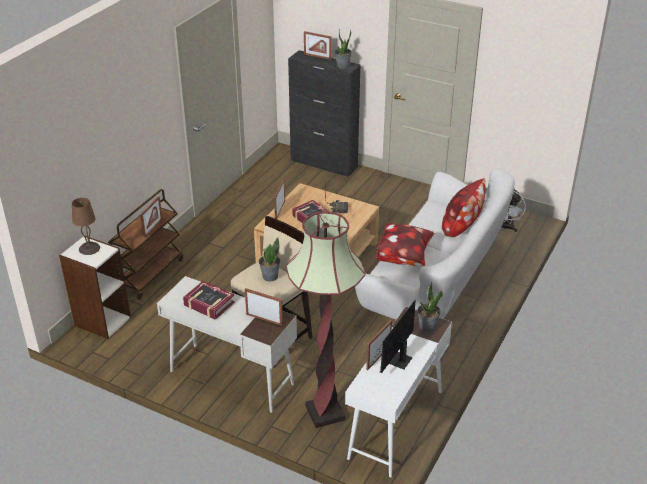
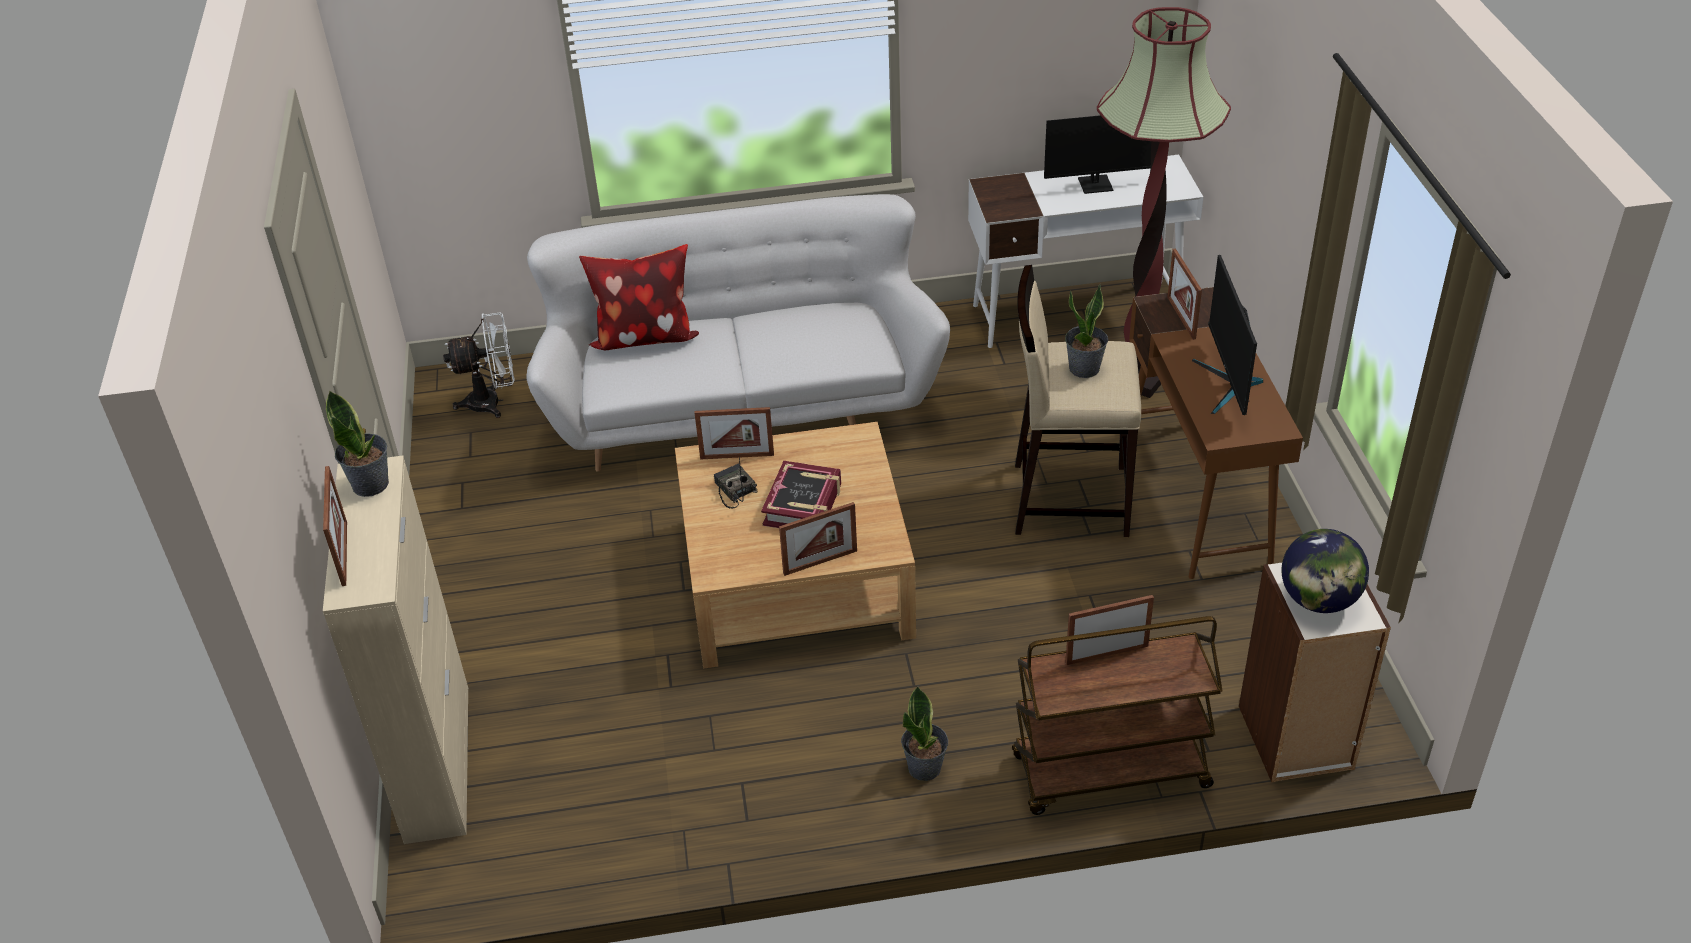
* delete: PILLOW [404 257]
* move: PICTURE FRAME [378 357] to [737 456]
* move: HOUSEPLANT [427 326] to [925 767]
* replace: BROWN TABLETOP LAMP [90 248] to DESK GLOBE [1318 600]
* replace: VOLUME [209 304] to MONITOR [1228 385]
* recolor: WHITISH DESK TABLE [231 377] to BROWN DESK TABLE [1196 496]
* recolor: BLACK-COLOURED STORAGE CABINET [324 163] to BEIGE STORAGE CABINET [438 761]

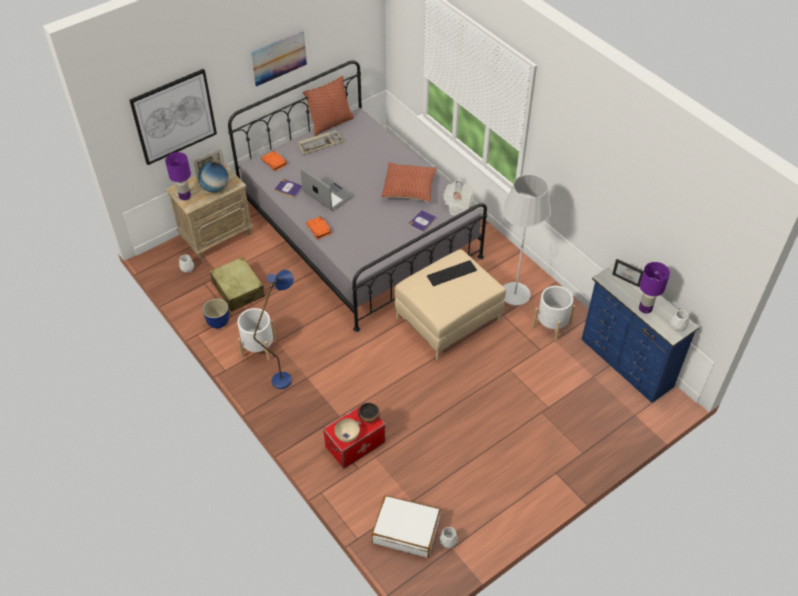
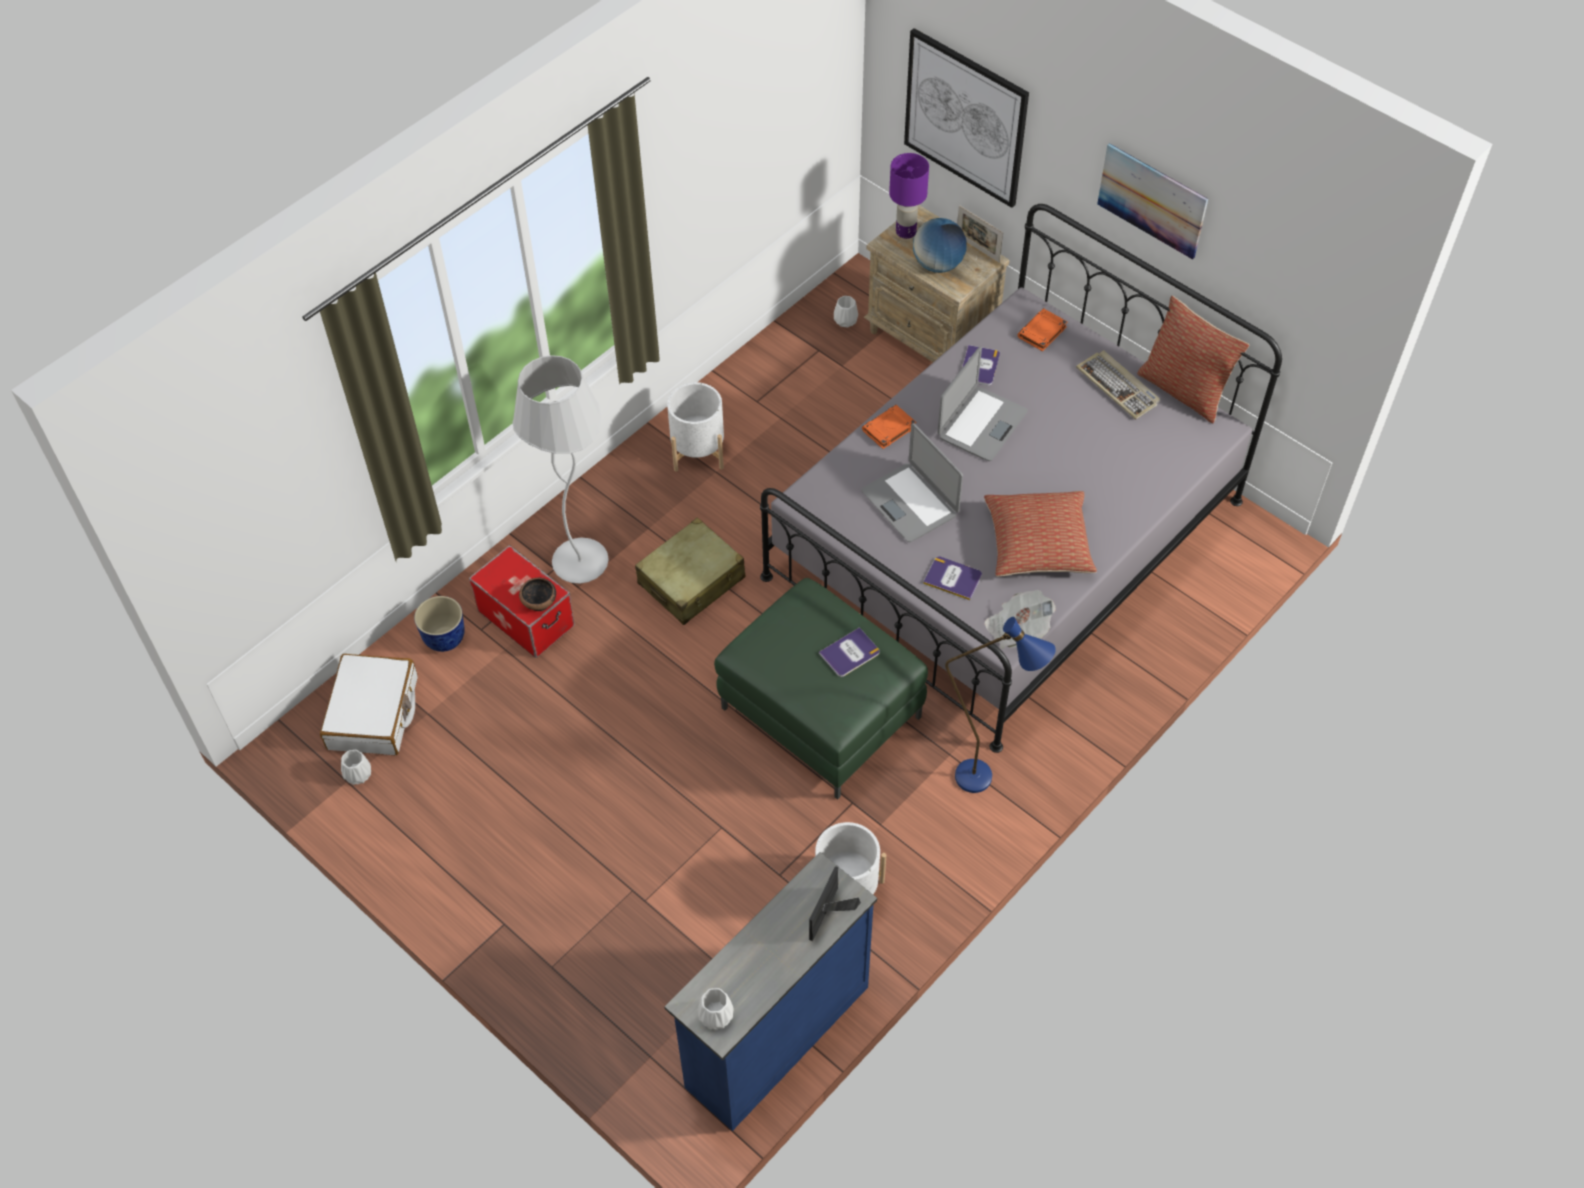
* delete: BEIGE BOWL [347 435]
* delete: PURPLISH TABLETOP LAMP [645 308]
* insert: LAPTOP [910 503]
* move: PLANT POT [218 322] to [445 638]
* move: BEIGE SUITCASE [238 289] to [692 581]
* move: BLUE-COLOURED STANDARD LAMP [286 375] to [987 781]
* move: WHITISH STANDARD LAMP [514 295] to [581 563]
* replace: KEYBOARD [451 272] to VOLUME [850 653]
* recolor: BEIGE FOOTREST [448 319] to GREENISH FOOTREST [821 712]

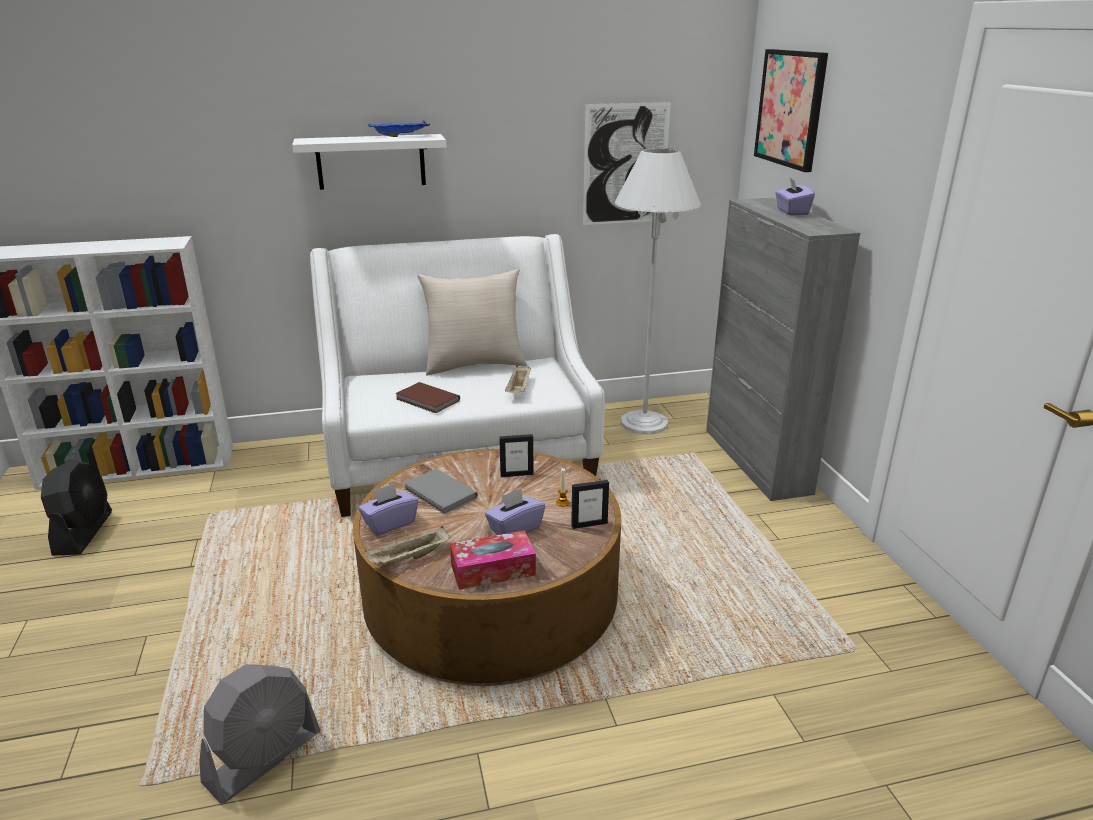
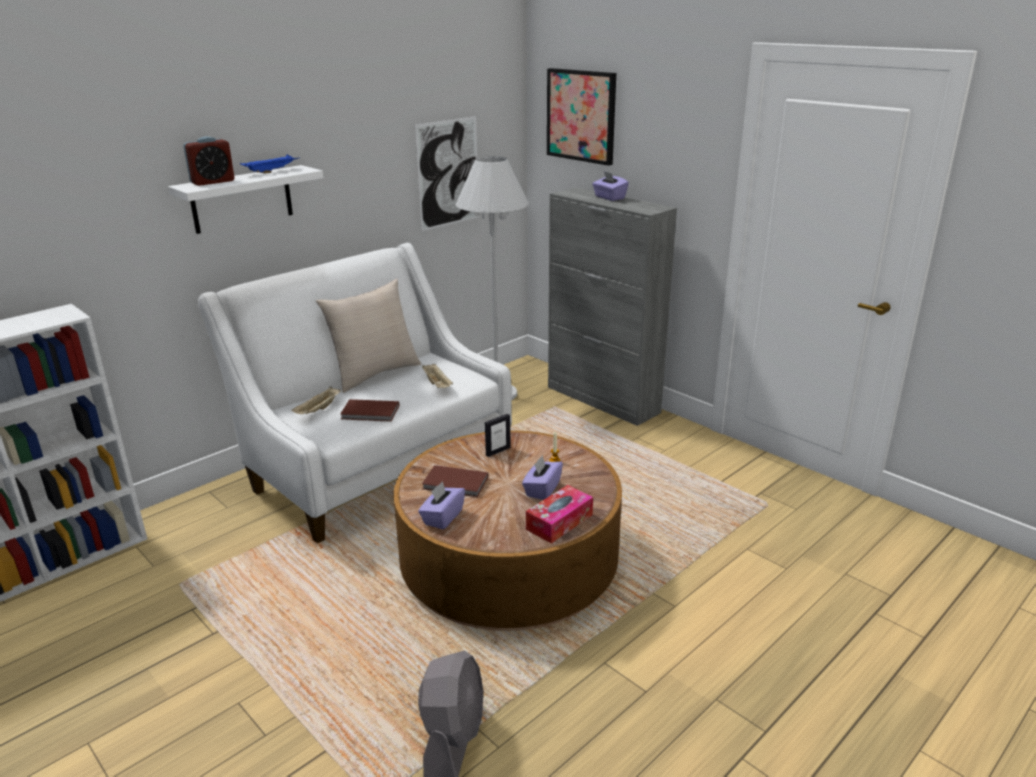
* delete: BLACK-COLOURED ELECTRIC FAN [84 533]
* delete: PICTURE FRAME [589 524]
* insert: TABLE CLOCK [212 182]
* move: BEIGE CARRYING TRAY [409 558] to [318 410]
* recolor: GREYISH VOLUME [439 494] to BROWN VOLUME [456 484]

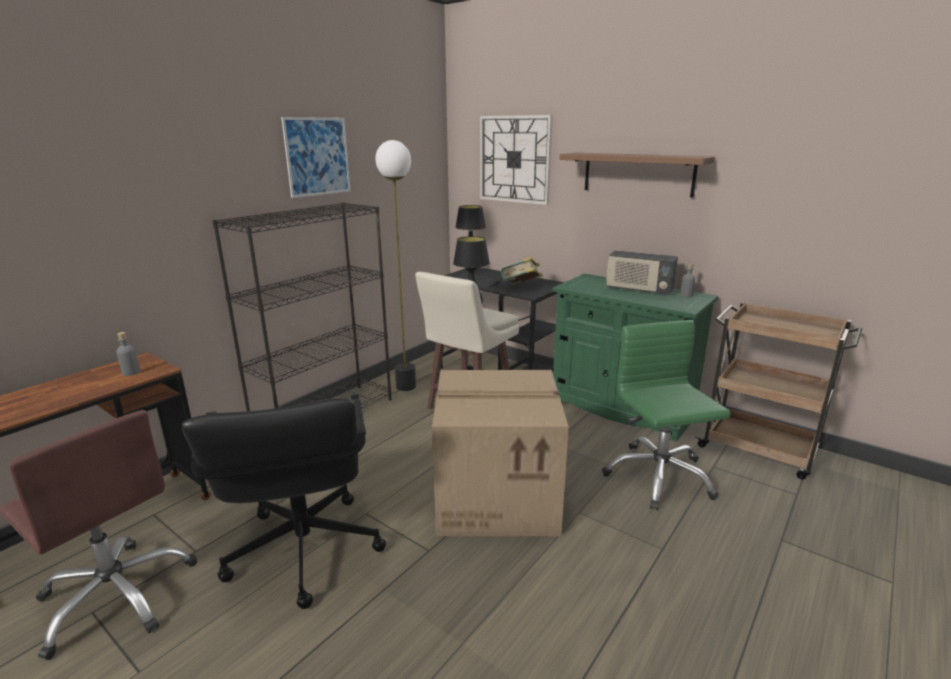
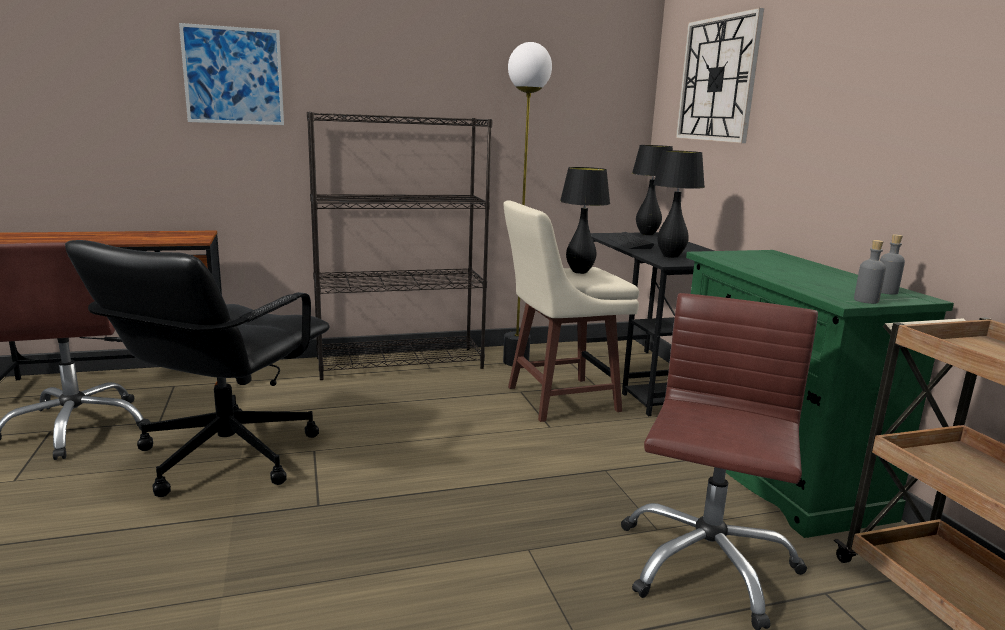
* delete: PACKING BOX [498 495]
* delete: BROWN SHELF [638 174]
* delete: RADIO RECEIVER [638 290]
* move: GREYISH BOTTLE [131 372] to [866 300]
* move: WALL ART [317 156] to [233 76]
* replace: VOLUME [521 288] to BLACK-COLOURED TABLETOP LAMP [670 256]
* recolor: GREENISH COMPUTER CHAIR [658 476] to BROWN COMPUTER CHAIR [705 563]

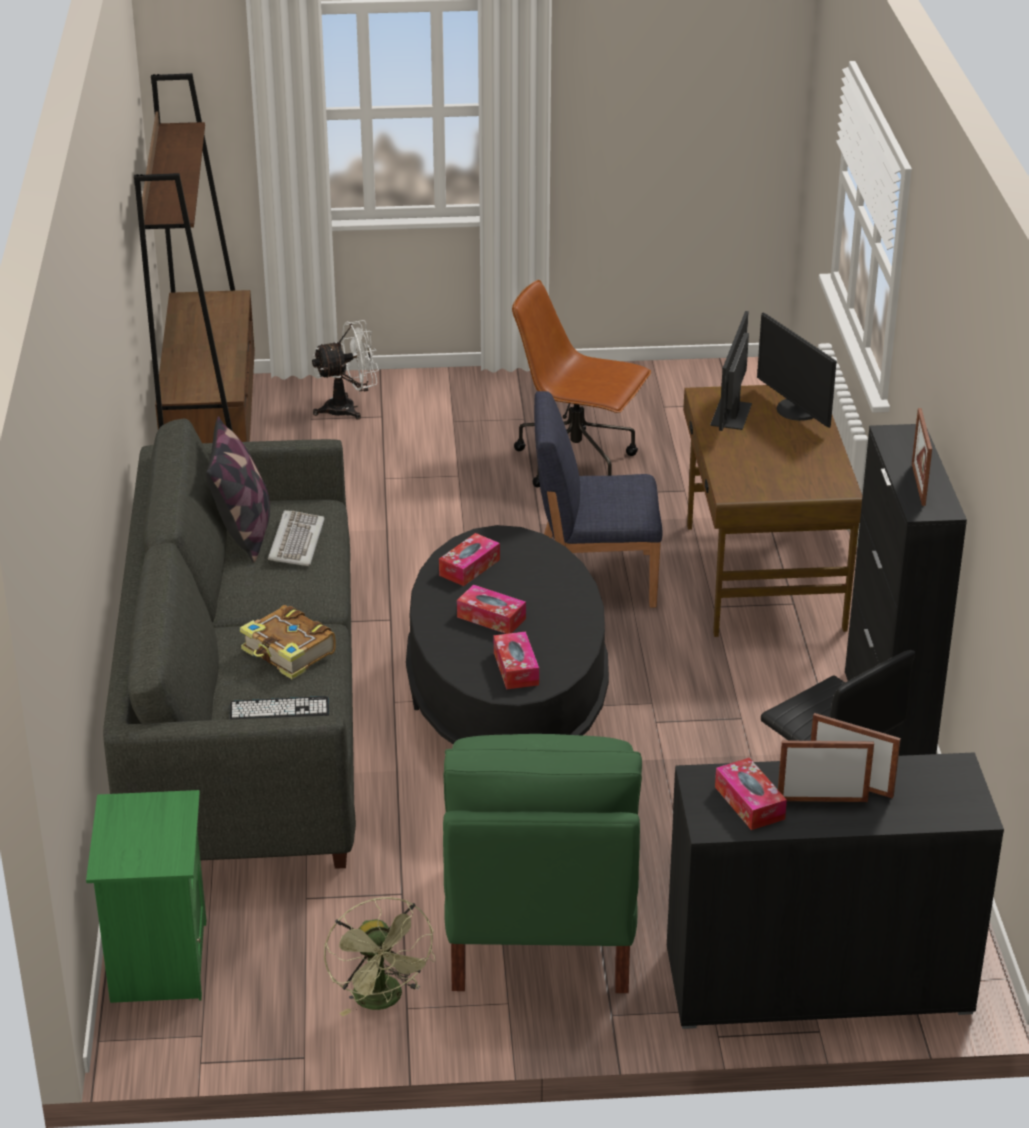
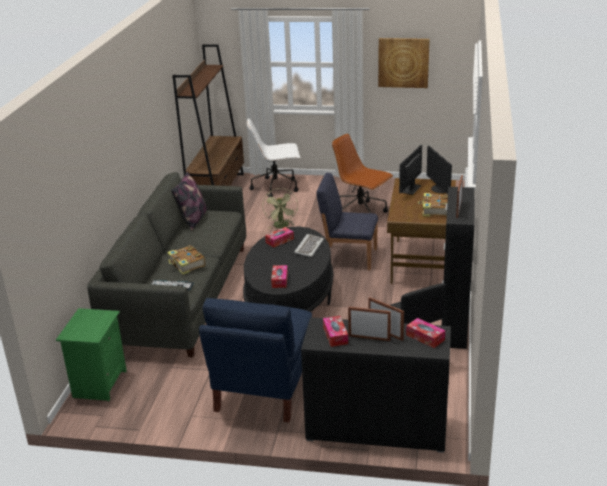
* insert: WALL ART [403 62]
* insert: VOLUME [434 210]
* move: KEYBOARD [295 541] to [308 247]
* move: GREENISH ELECTRIC FAN [383 1001] to [282 226]
* move: BOX OF TISSUES [491 618] to [425 337]
* replace: WHITISH ELECTRIC FAN [348 408] to WHITISH COMPUTER CHAIR [276 187]
* recolor: GREENISH LOUNGE CHAIR [540 925] to BLUE-COLOURED LOUNGE CHAIR [263 389]

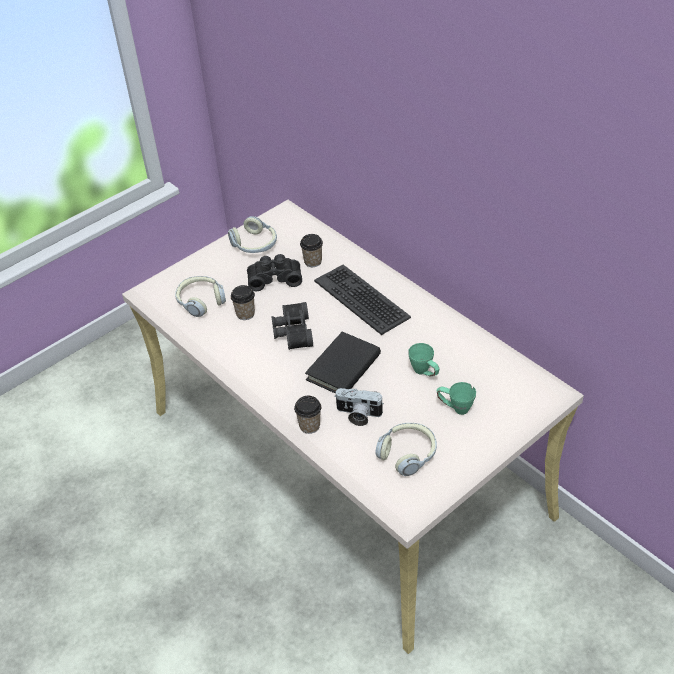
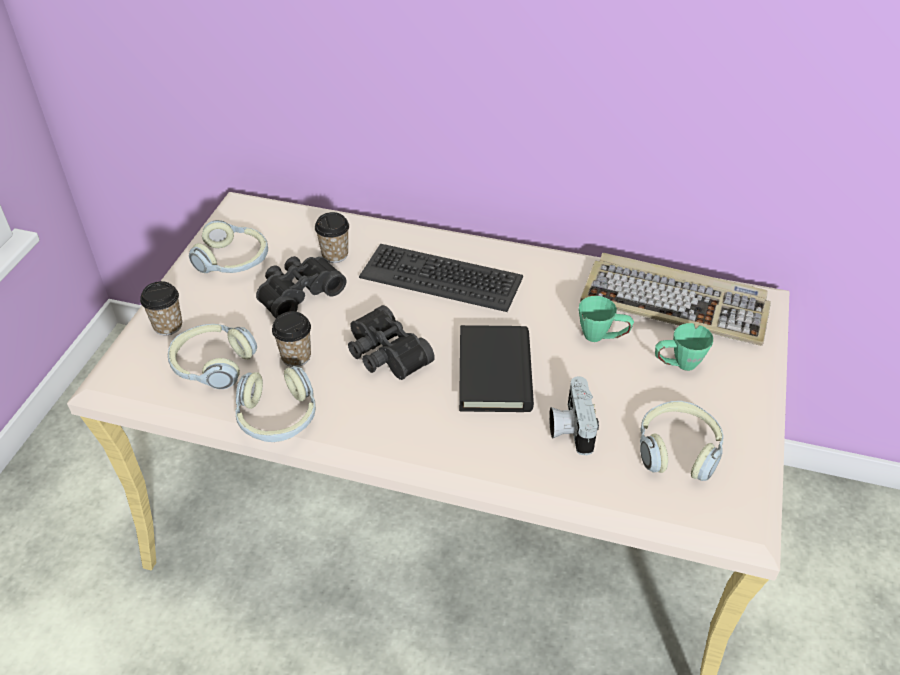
* insert: HEADSET [278 417]
* insert: KEYBOARD [676 303]
* move: CUP [309 426] to [168 326]
* rotate: PHOTO CAMERA [358 415] = [570 427] 105 degrees clockwise

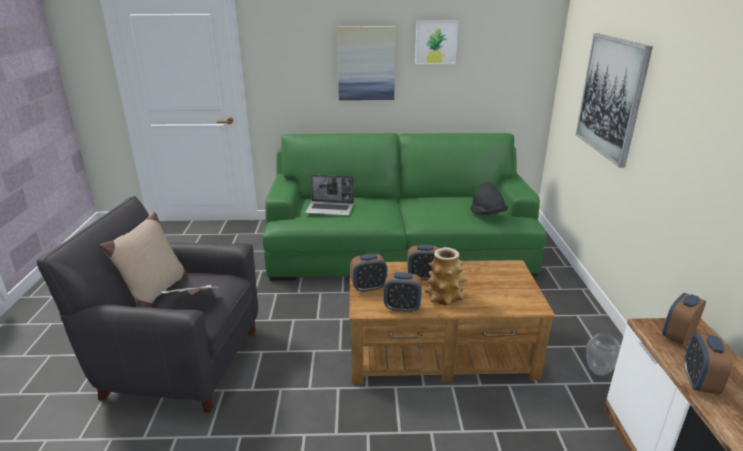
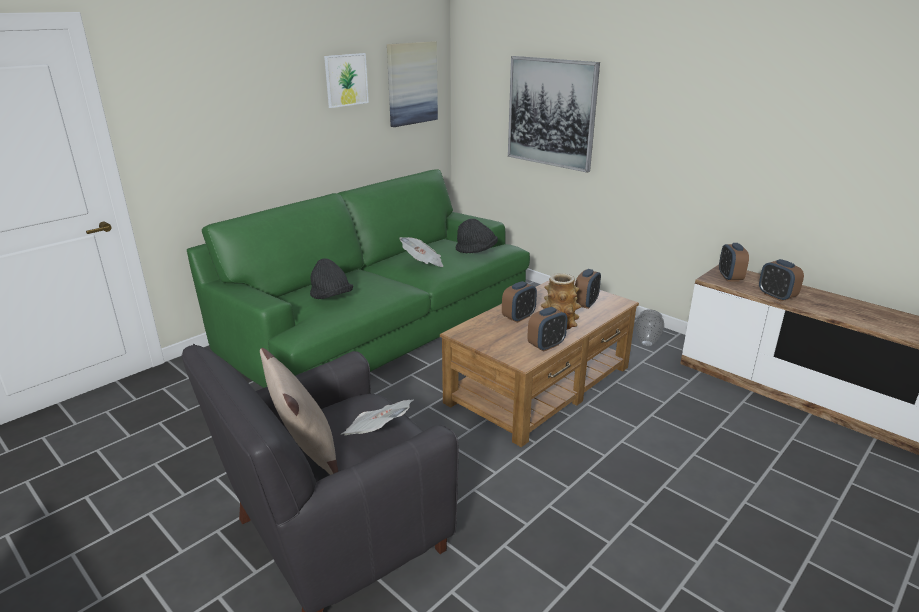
* insert: DAILY PAPER [423 263]
* move: WALL ART [366 63] to [411 83]
* move: TABLE CLOCK [368 287] to [586 303]
* replace: LAPTOP [330 209] to BLACK-COLOURED HAT [331 297]

